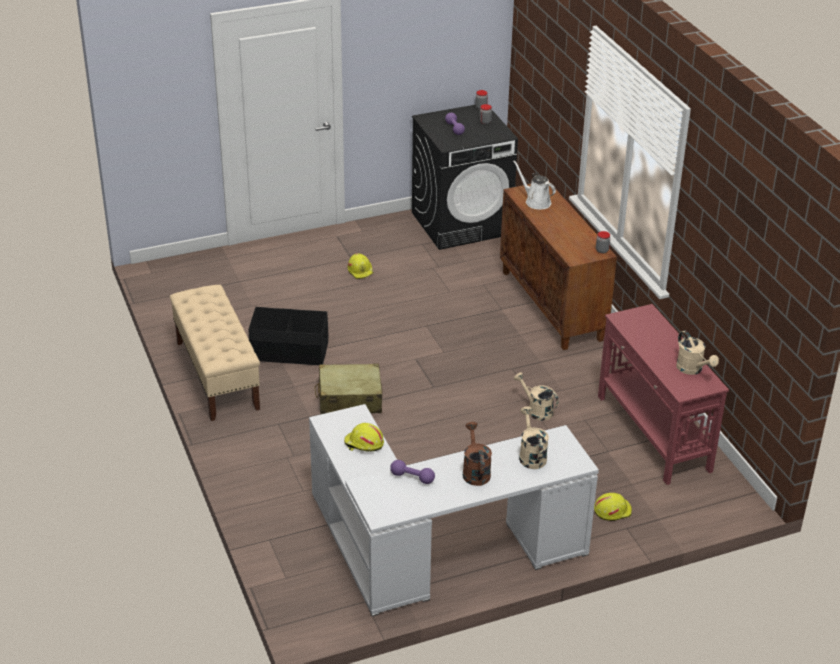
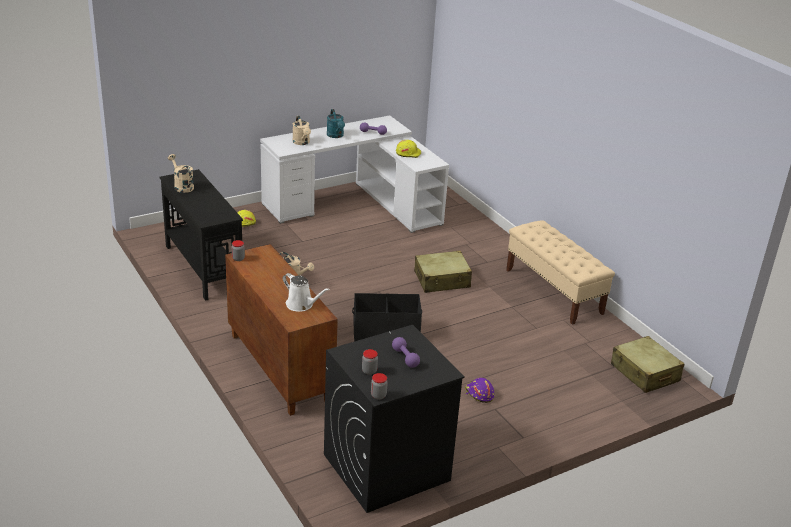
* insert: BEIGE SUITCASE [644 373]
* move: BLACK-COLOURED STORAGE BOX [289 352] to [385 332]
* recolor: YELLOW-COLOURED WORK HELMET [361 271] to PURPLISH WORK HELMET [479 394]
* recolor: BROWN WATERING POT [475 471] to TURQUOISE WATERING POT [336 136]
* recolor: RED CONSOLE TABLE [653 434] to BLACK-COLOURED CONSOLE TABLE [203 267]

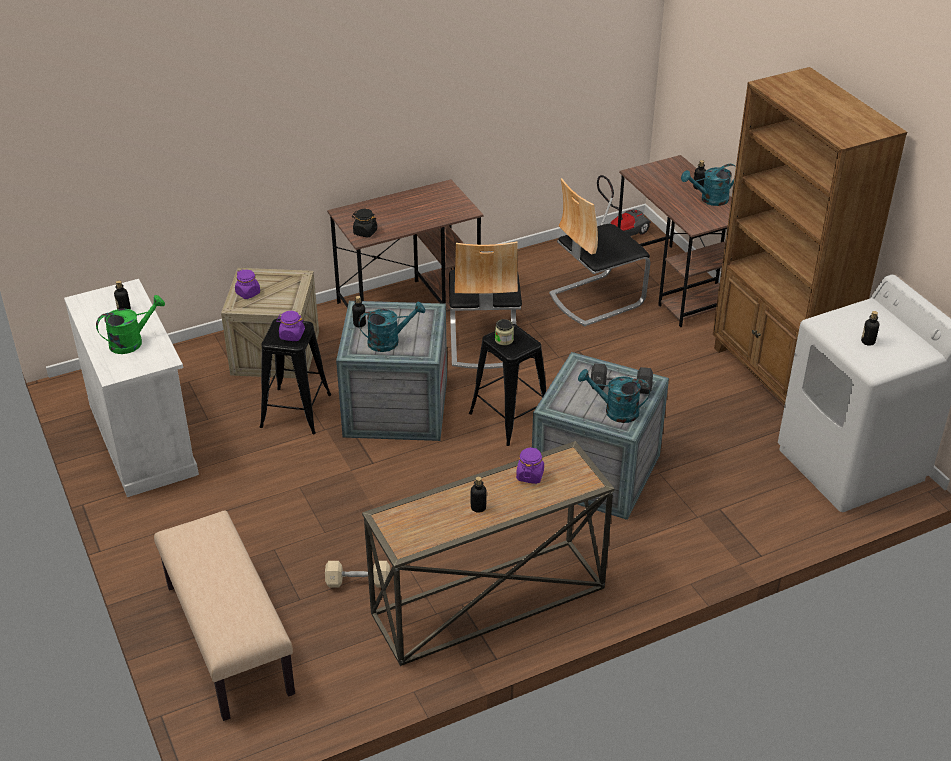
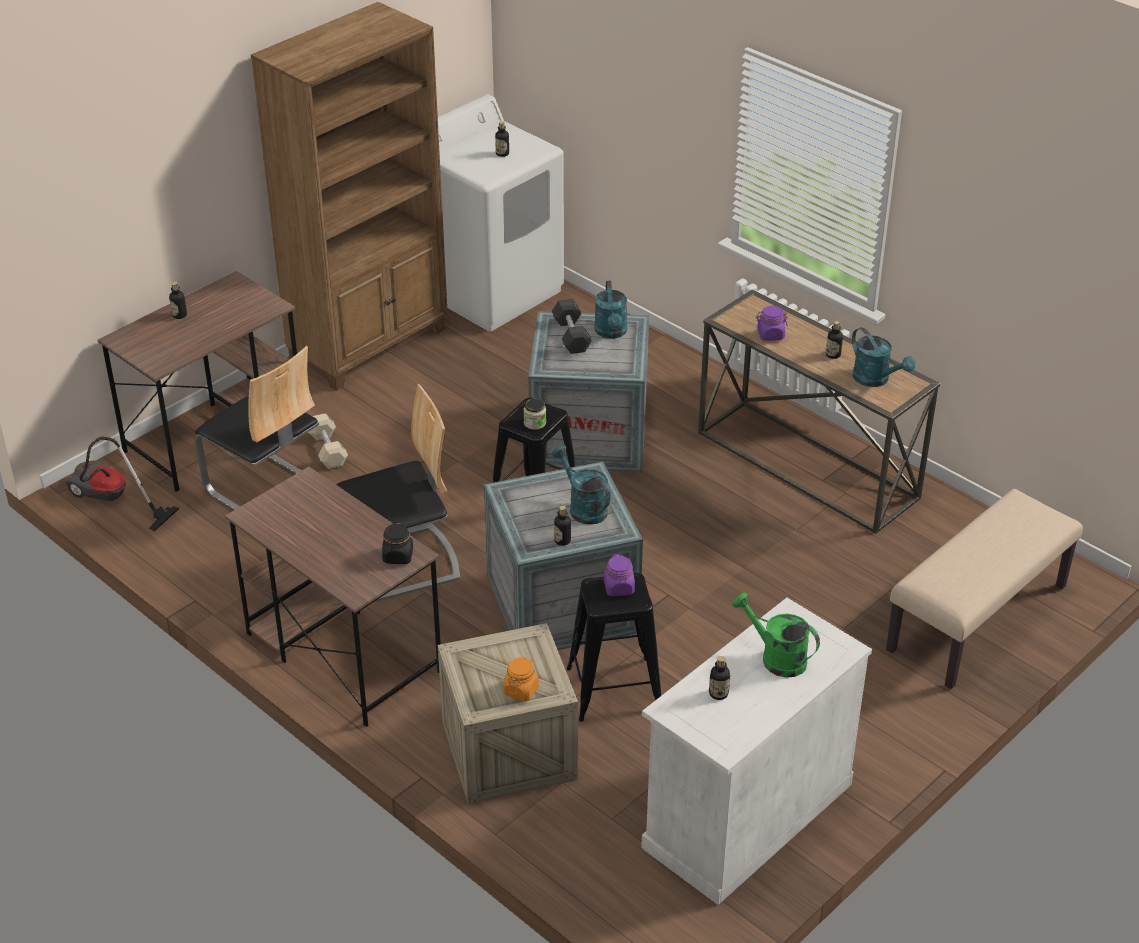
* move: BEIGE FREE WEIGHT [358 582] to [328 450]
* move: TURQUOISE WATERING POT [709 200] to [876 380]
* recolor: PURPLISH STORAGE JAR [248 293] to ORANGEY STORAGE JAR [521 690]

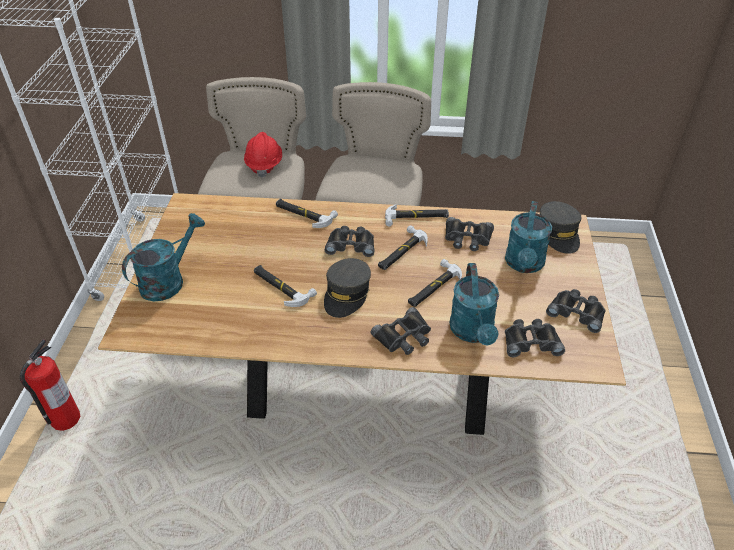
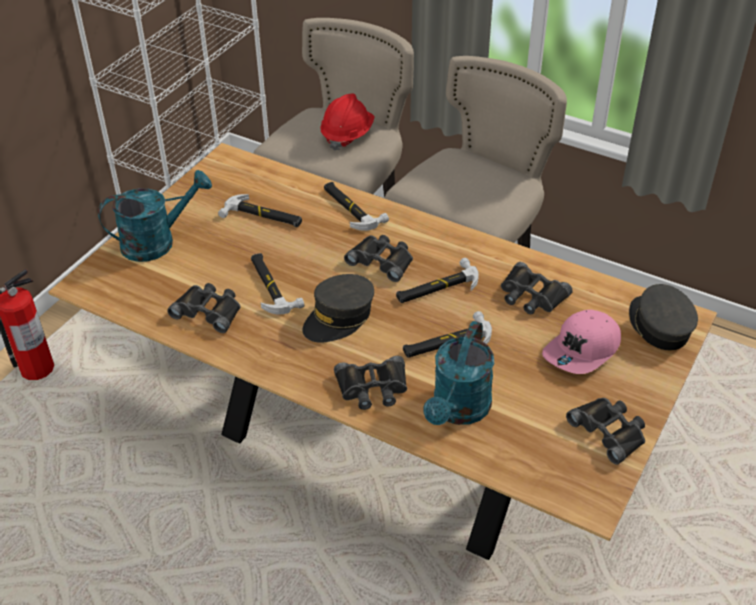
* move: HAND HAMMER [416 217] to [263 216]
* move: BLACK-COLOURED PAIR OF BINOCULARS [531 341] to [209 311]
* replace: TURQUOISE WATERING POT [524 265] to PINK BASEBALL CAP [582 351]
* rotate: GREYISH BASEBALL CAP [558 234] = [658 326] 150 degrees clockwise

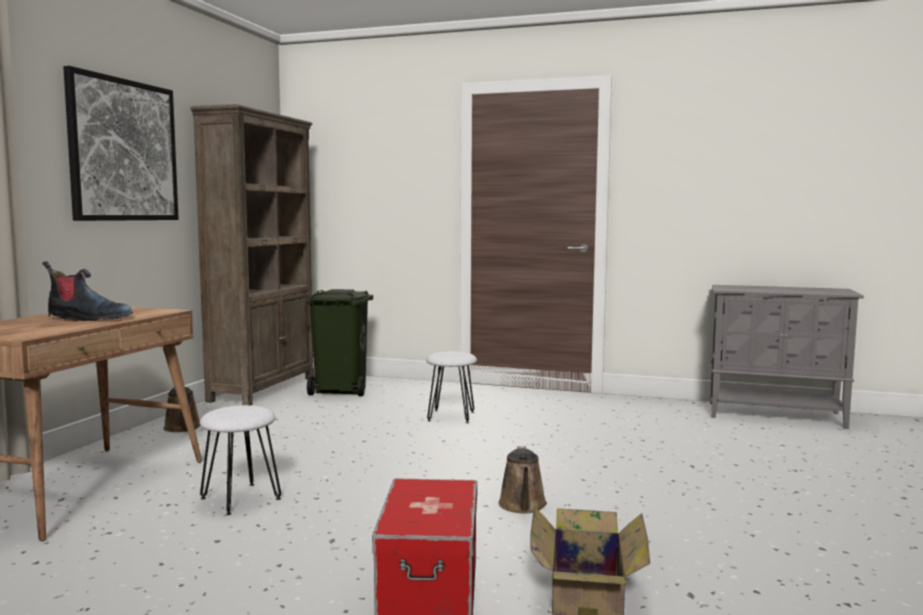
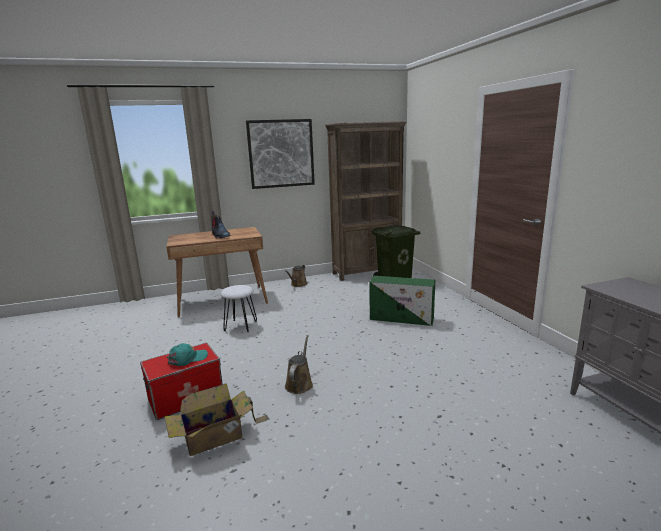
* insert: TURQUOISE BASEBALL CAP [187 358]
* replace: WHITISH STOOL SEAT [451 416] to GREENISH STORAGE BOX [402 318]
* rotate: BROWN WATERING POT [523 506] = [299 383] 135 degrees clockwise

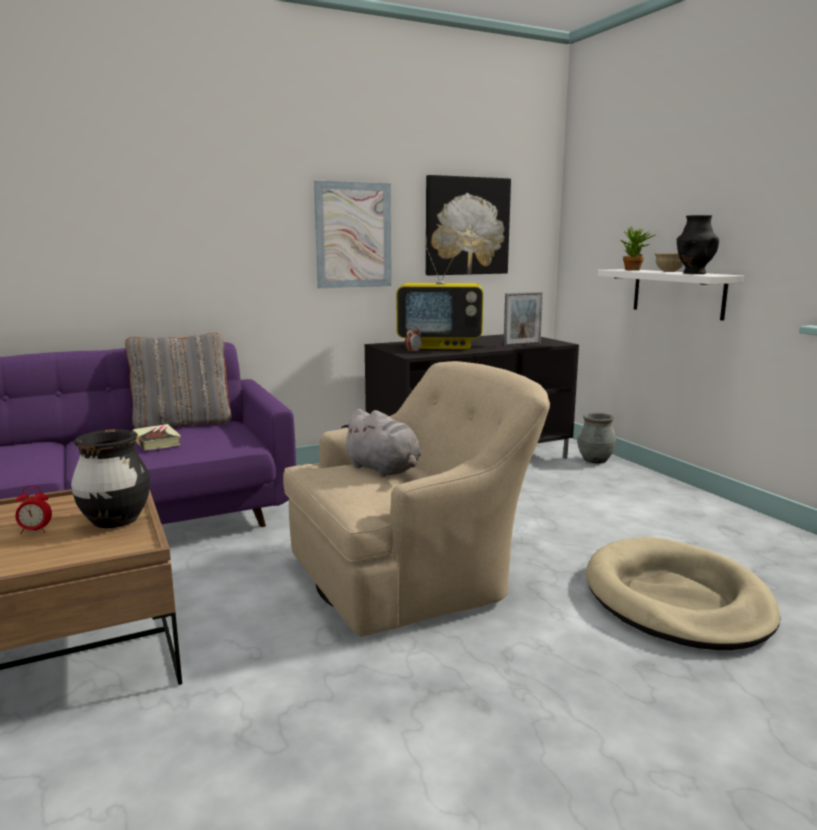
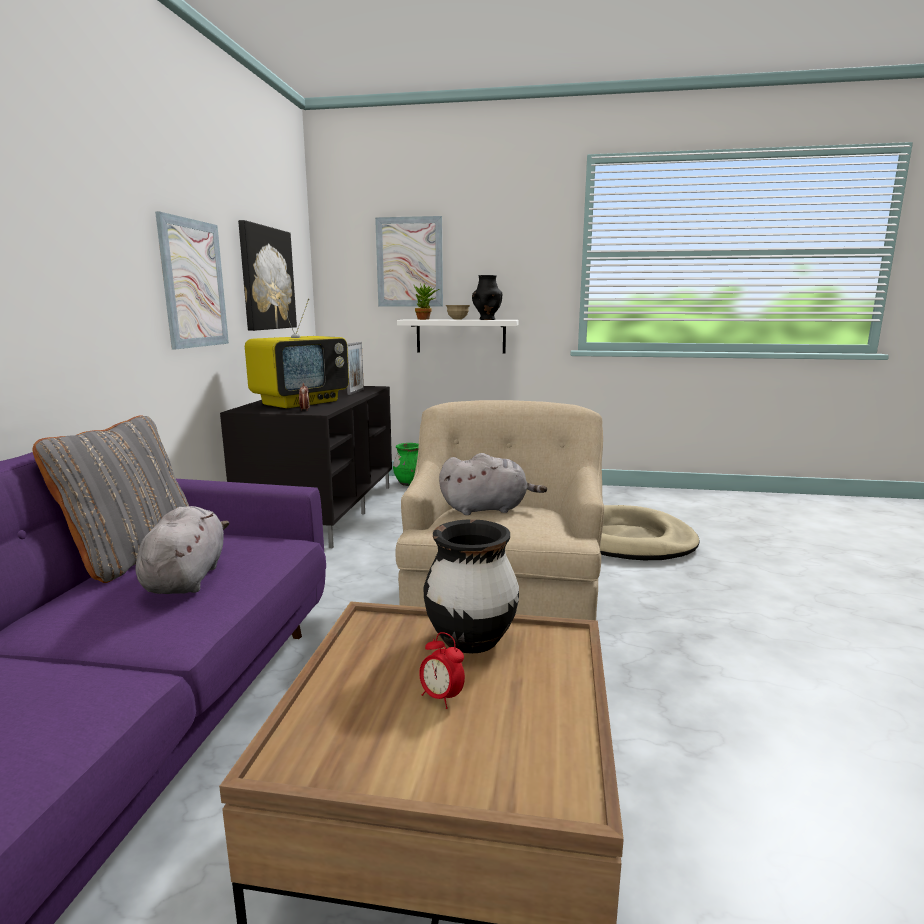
* insert: WALL ART [409 262]
* replace: VOLUME [156 441] to GREYISH SOFT TOY [187 578]
* recolor: GREYISH VASE [595 460] to GREENISH VASE [409 483]
* rotate: TABLE CLOCK [35 531] = [441 697] 105 degrees clockwise

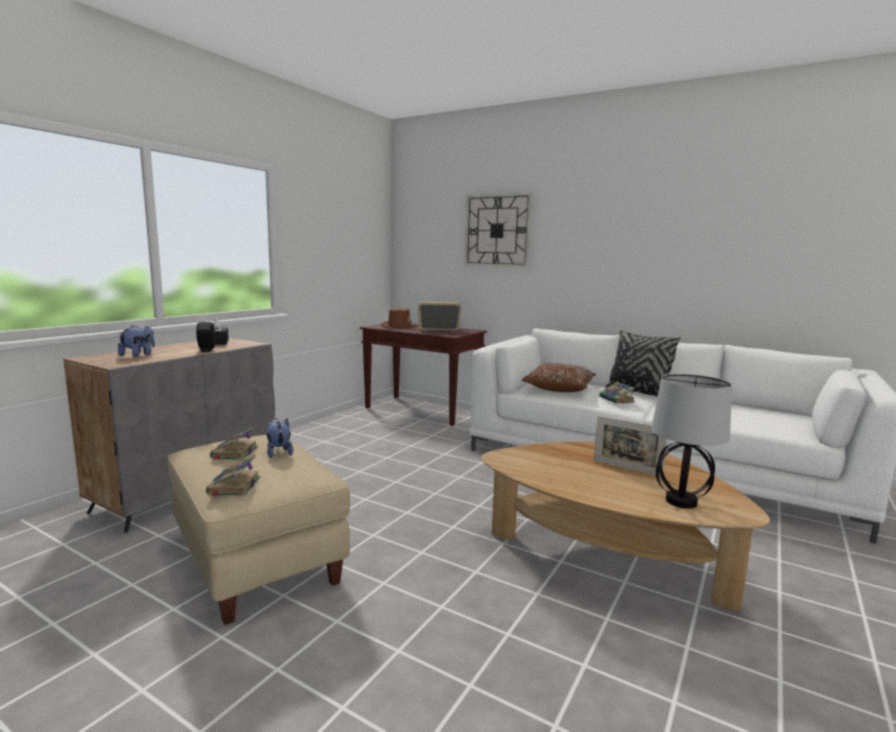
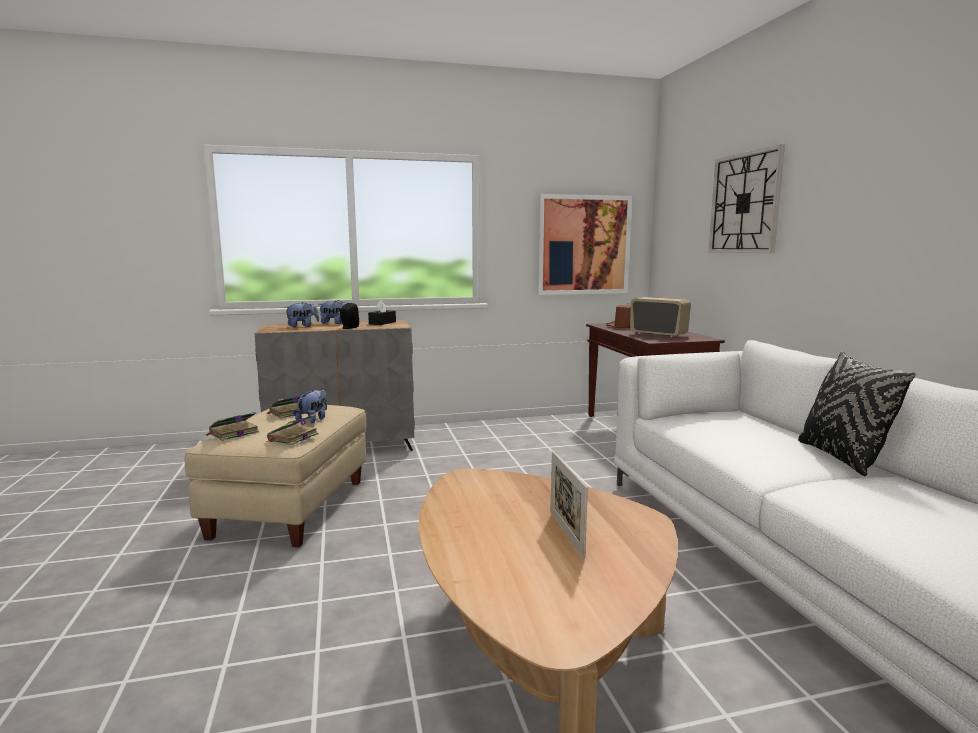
* delete: BROWN PILLOW [559 388]
* delete: TABLETOP LAMP [682 502]
* insert: SOFT TOY [335 323]
* insert: WALL ART [583 245]
* move: VOLUME [617 400] to [292 437]

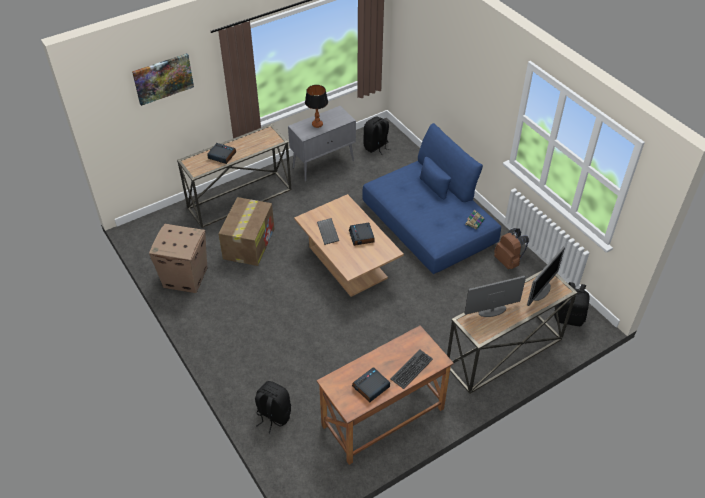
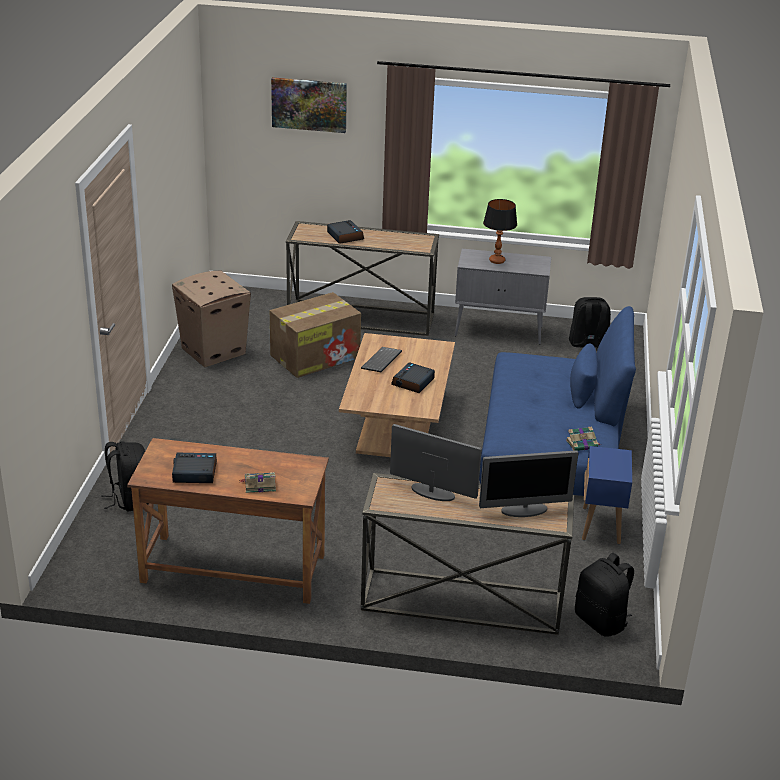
* replace: KEYBOARD [412 369] to VOLUME [259 485]
* replace: BROWN BACKPACK [508 261] to BLUE-COLOURED ACCENT TABLE [601 526]

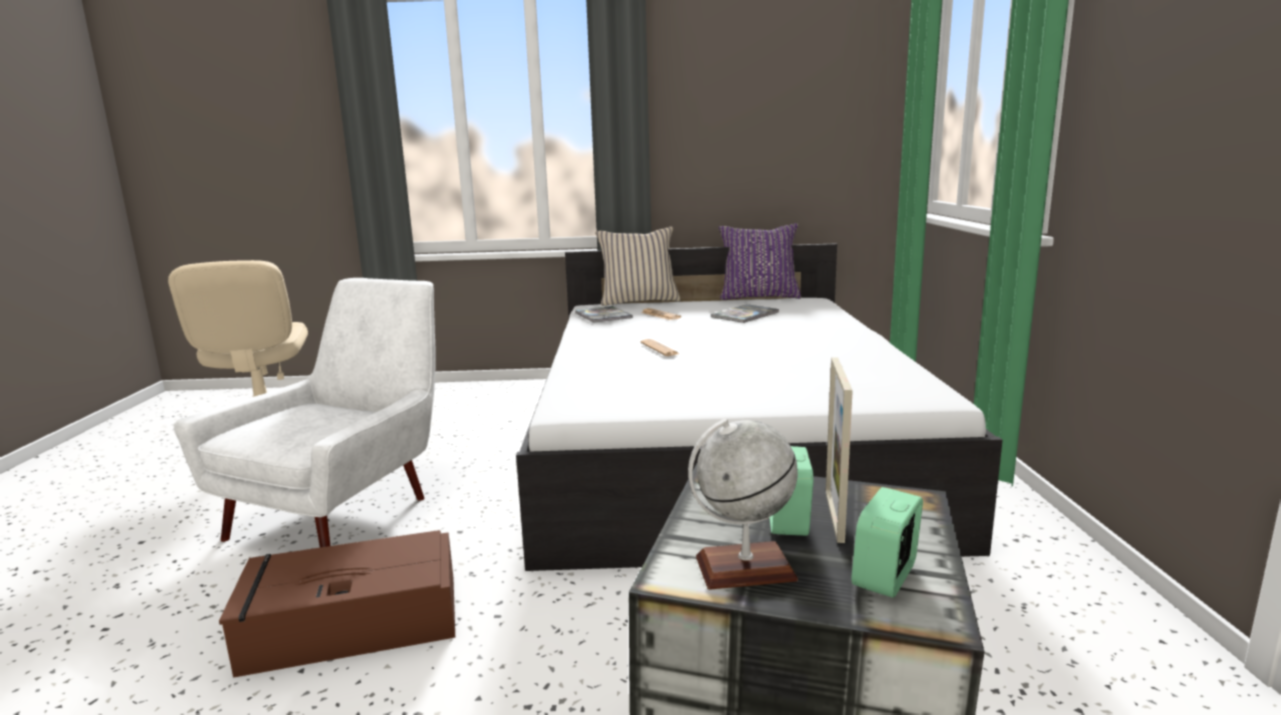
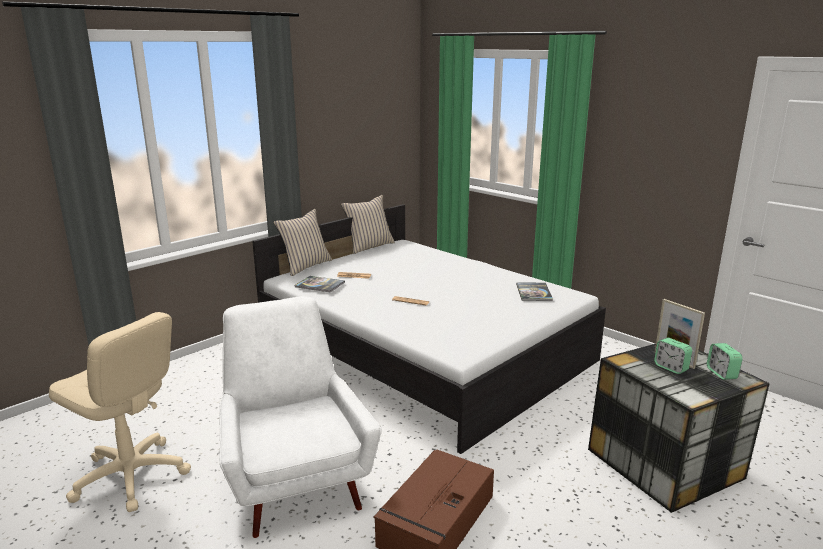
* delete: DESK GLOBE [744 568]
* move: VOLUME [745 315] to [534 292]
* recolor: PURPLISH PILLOW [758 297] to BEIGE PILLOW [369 246]

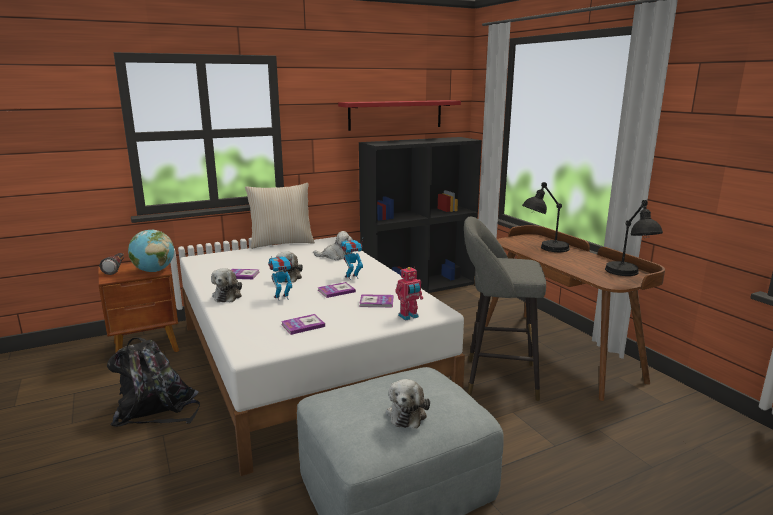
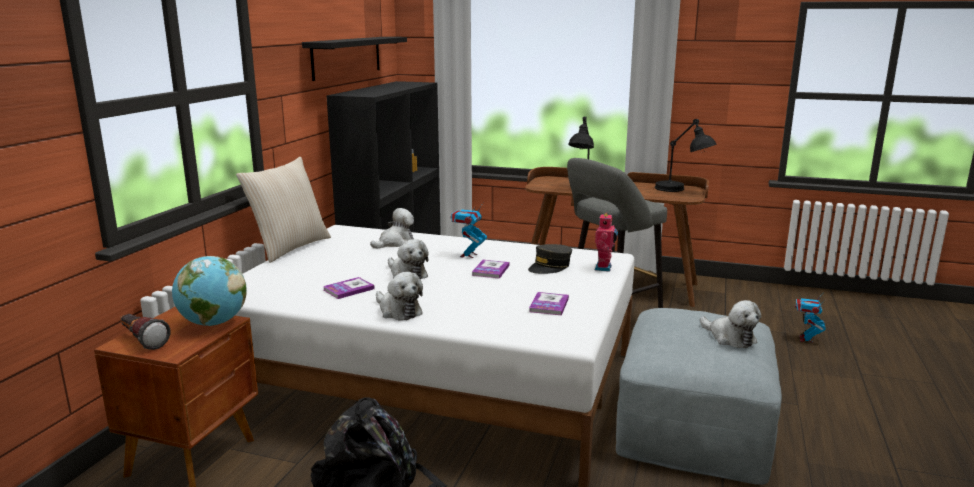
* move: MODEL ROBOT [282 298] to [806 339]
* replace: VOLUME [376 302] to GREYISH BASEBALL CAP [550 267]
* recolor: RED SHELF [396 115] to BLACK-COLOURED SHELF [347 57]

